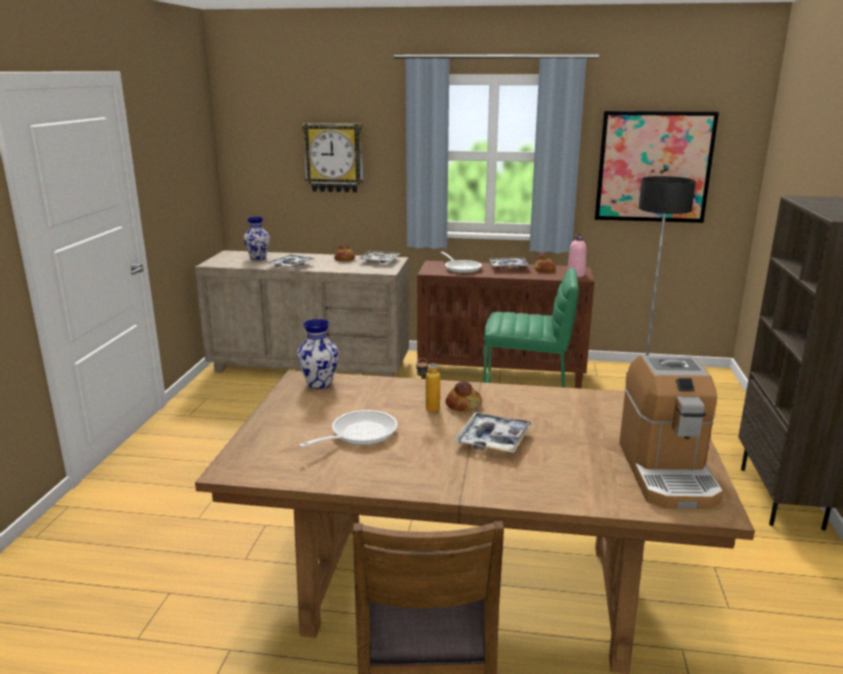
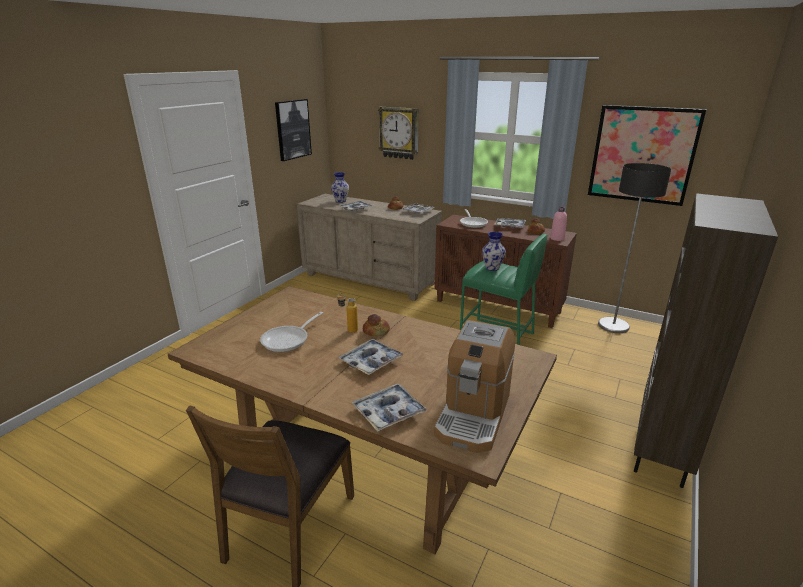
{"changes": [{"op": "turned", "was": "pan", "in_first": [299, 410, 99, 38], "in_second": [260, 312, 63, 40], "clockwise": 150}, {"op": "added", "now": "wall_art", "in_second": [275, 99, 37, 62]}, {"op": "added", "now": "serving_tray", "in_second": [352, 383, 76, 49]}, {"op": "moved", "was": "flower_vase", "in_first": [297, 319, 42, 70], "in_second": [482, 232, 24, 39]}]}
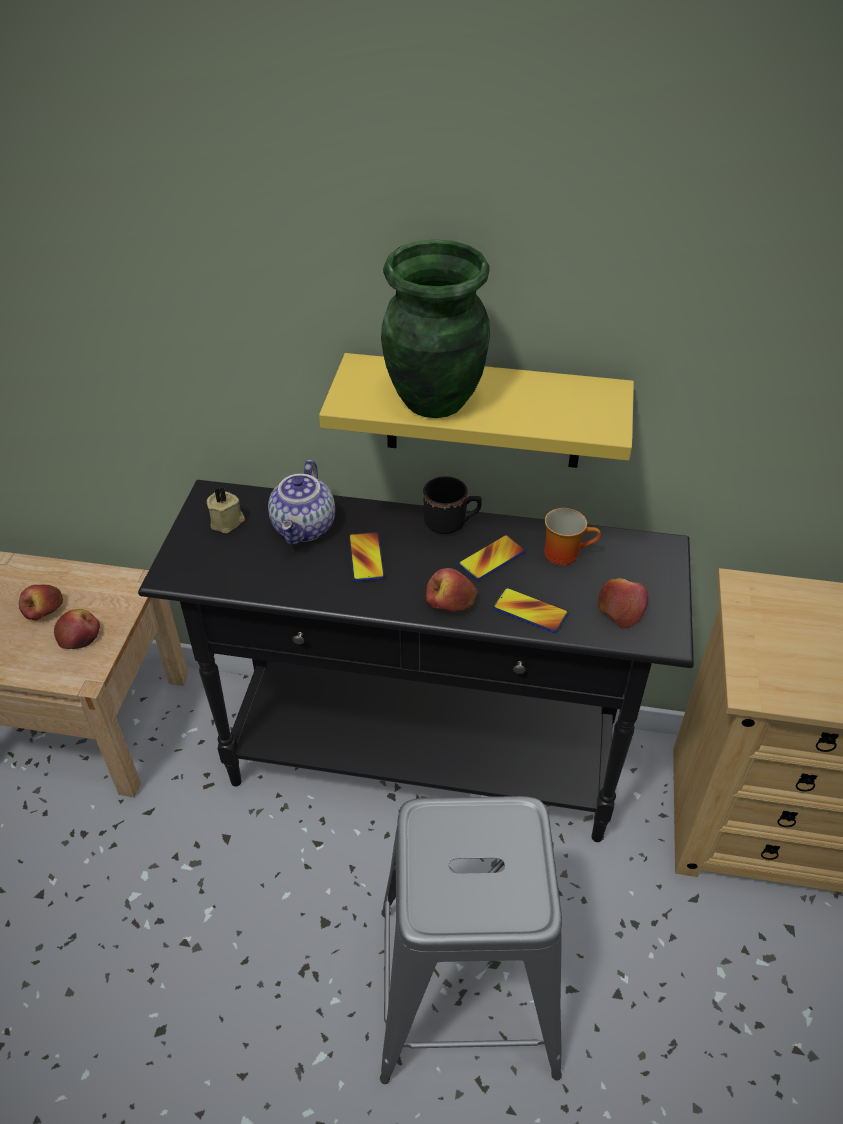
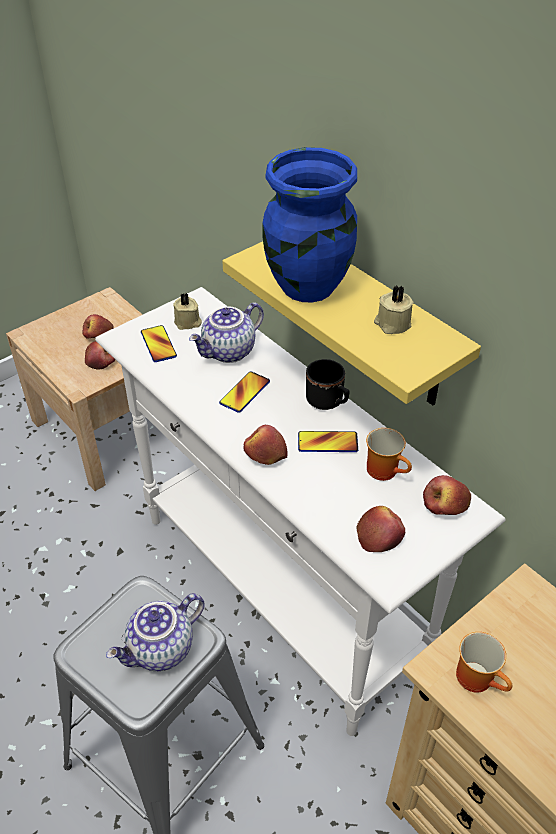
{"changes": [{"op": "recoloured", "was": "black-coloured_console_table", "now": "whitish_console_table", "in_first": [138, 480, 556, 362], "in_second": [95, 287, 411, 449]}, {"op": "added", "now": "teapot", "in_second": [106, 593, 99, 78]}, {"op": "moved", "was": "phone", "in_first": [493, 588, 76, 45], "in_second": [141, 325, 36, 37]}, {"op": "recoloured", "was": "green-coloured_flower_vase", "now": "blue_flower_vase", "in_first": [381, 239, 109, 179], "in_second": [262, 147, 95, 156]}, {"op": "added", "now": "beige-coloured_candle", "in_second": [374, 286, 40, 48]}, {"op": "added", "now": "whole_apple", "in_second": [423, 475, 48, 40]}, {"op": "added", "now": "coffee_mug", "in_second": [456, 632, 56, 61]}]}
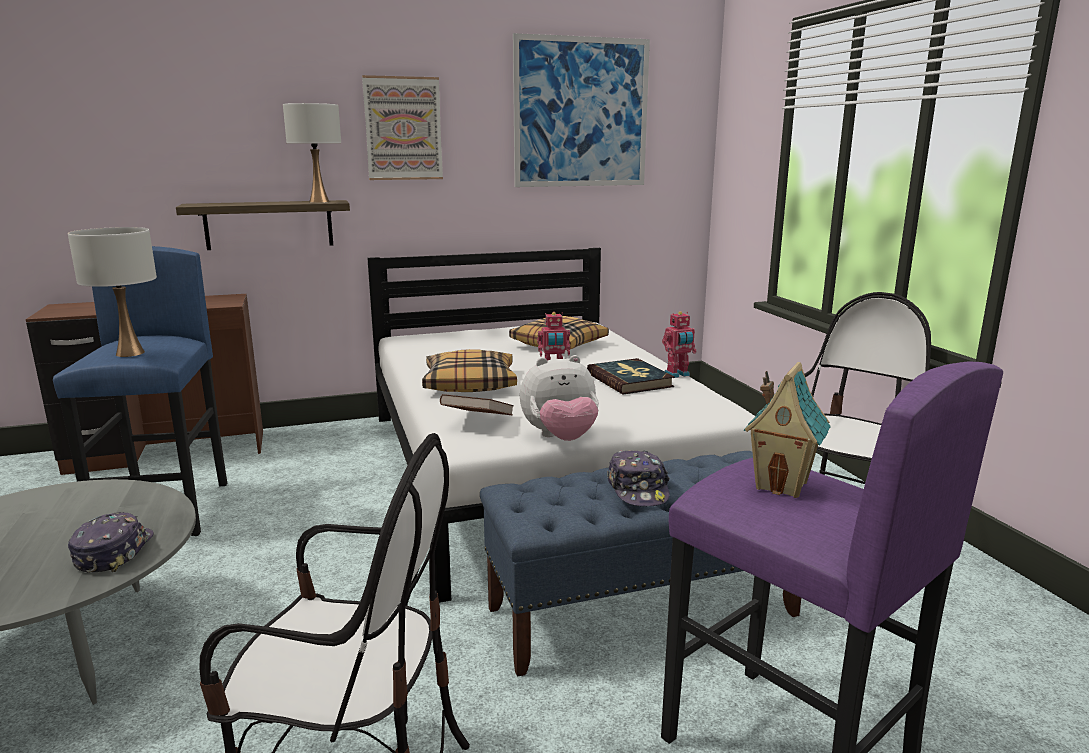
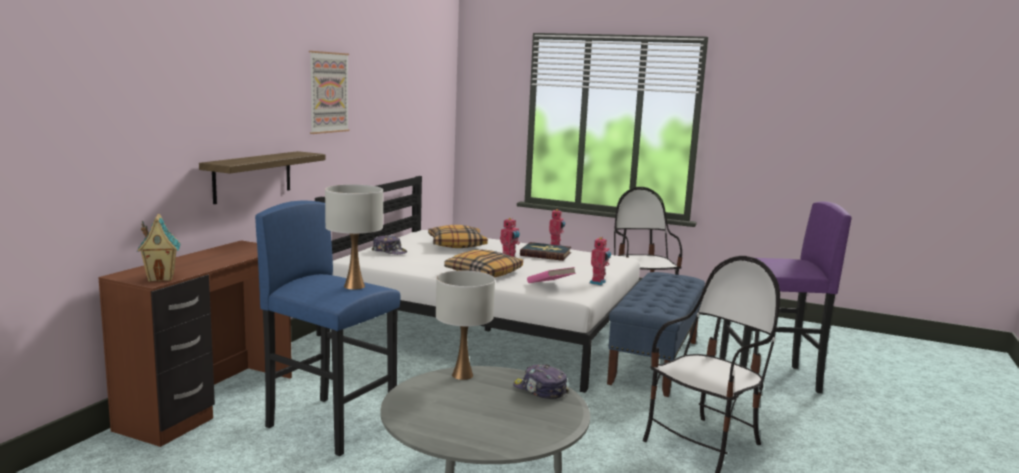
{"changes": [{"op": "moved", "was": "model_house", "in_first": [744, 362, 87, 136], "in_second": [137, 214, 44, 68]}, {"op": "moved", "was": "cap", "in_first": [607, 450, 63, 56], "in_second": [372, 235, 35, 20]}, {"op": "moved", "was": "whitish_tabletop_lamp", "in_first": [283, 103, 58, 100], "in_second": [436, 270, 59, 110]}, {"op": "recoloured", "was": "brown_volume", "now": "pink-coloured_volume", "in_first": [440, 394, 74, 21], "in_second": [527, 267, 49, 16]}, {"op": "replaced", "was": "cuddly_toy", "now": "toy_robot", "in_first": [520, 355, 79, 86], "in_second": [590, 237, 21, 48]}, {"op": "removed", "was": "wall_art", "in_first": [513, 33, 137, 154]}]}
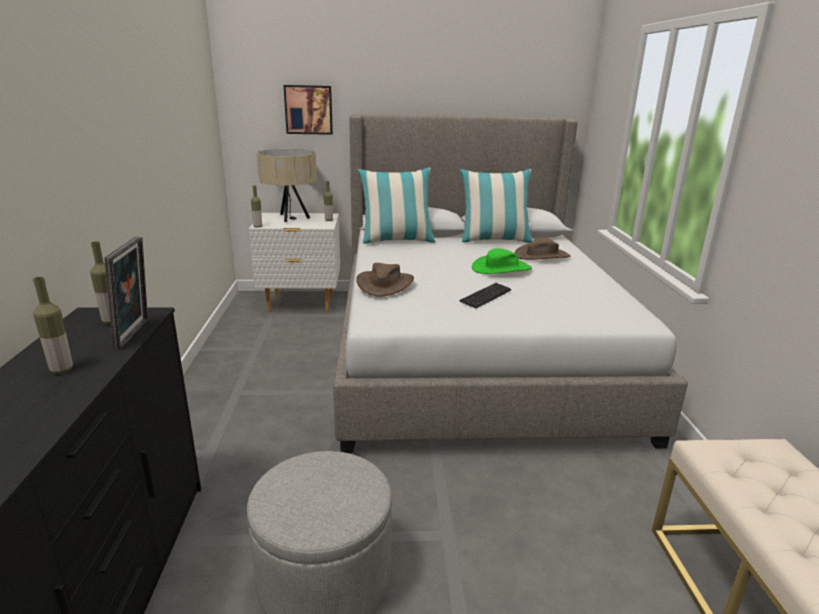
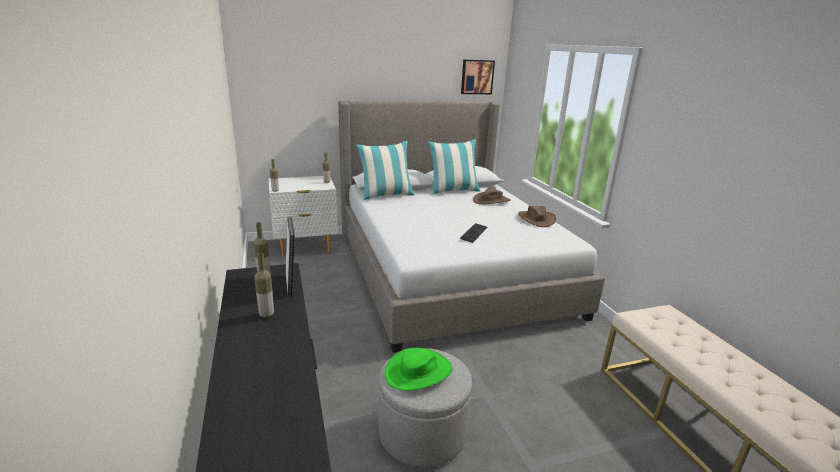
{"changes": [{"op": "moved", "was": "green-coloured_clothing_hat", "in_first": [472, 248, 60, 26], "in_second": [385, 348, 68, 43]}, {"op": "moved", "was": "wall_art", "in_first": [284, 85, 49, 50], "in_second": [461, 60, 34, 34]}, {"op": "moved", "was": "brown_clothing_hat", "in_first": [356, 263, 58, 34], "in_second": [518, 206, 38, 21]}, {"op": "removed", "was": "beige-coloured_tabletop_lamp", "in_first": [257, 149, 60, 73]}]}
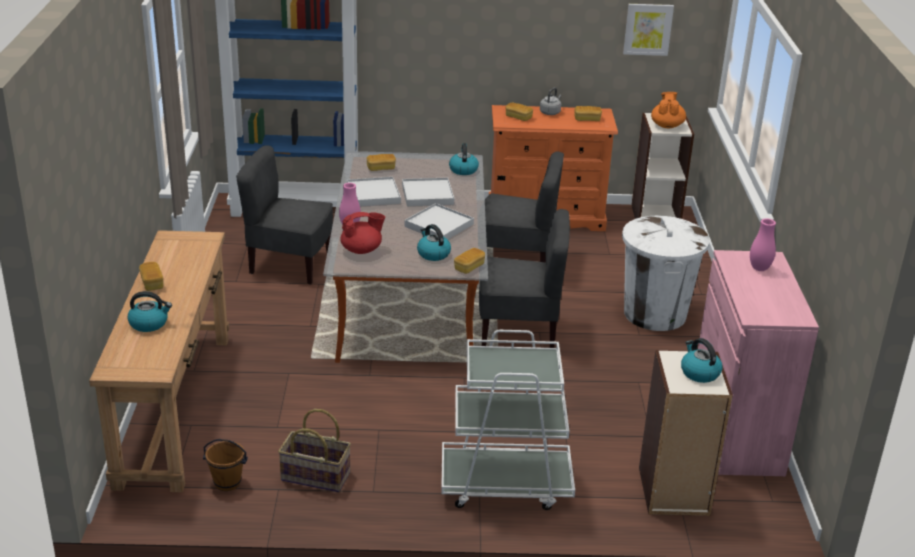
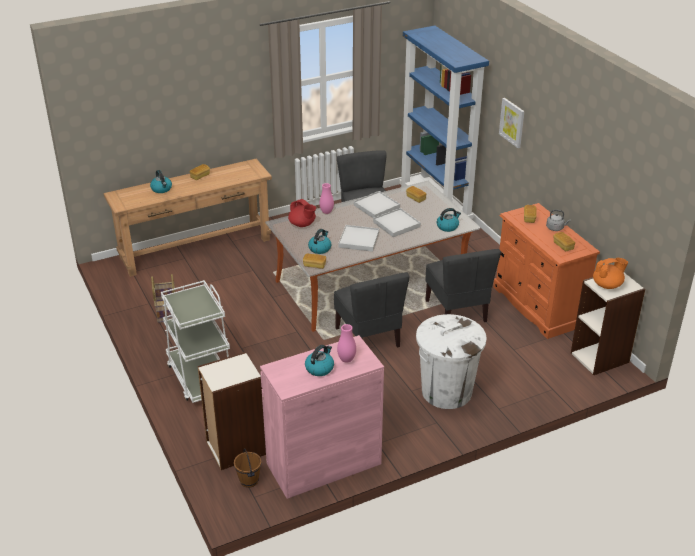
{"changes": [{"op": "moved", "was": "brown_water_bucket", "in_first": [203, 439, 45, 52], "in_second": [234, 448, 28, 40]}, {"op": "moved", "was": "tea_kettle", "in_first": [681, 338, 41, 45], "in_second": [305, 345, 29, 31]}, {"op": "moved", "was": "wall_art", "in_first": [623, 4, 51, 52], "in_second": [499, 98, 26, 50]}]}
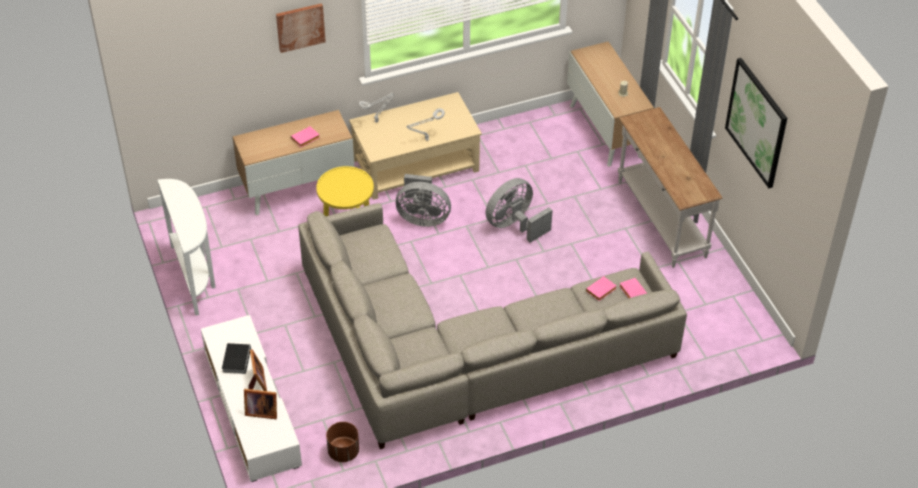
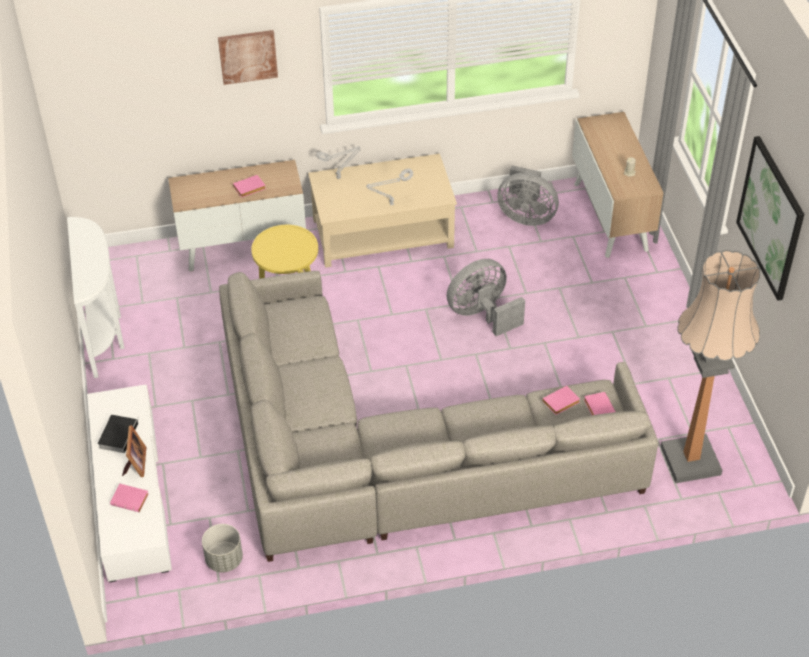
{"changes": [{"op": "replaced", "was": "standing_frame", "now": "pink-coloured_volume", "in_first": [244, 389, 33, 30], "in_second": [110, 484, 39, 28]}, {"op": "recoloured", "was": "brown_planter", "now": "greyish_planter", "in_first": [326, 422, 33, 40], "in_second": [202, 524, 41, 48]}, {"op": "moved", "was": "greyish_electric_fan", "in_first": [396, 174, 55, 53], "in_second": [497, 166, 62, 60]}, {"op": "added", "now": "standing_lamp", "in_second": [660, 250, 101, 233]}, {"op": "removed", "was": "whitish_console_table", "in_first": [618, 107, 104, 161]}]}
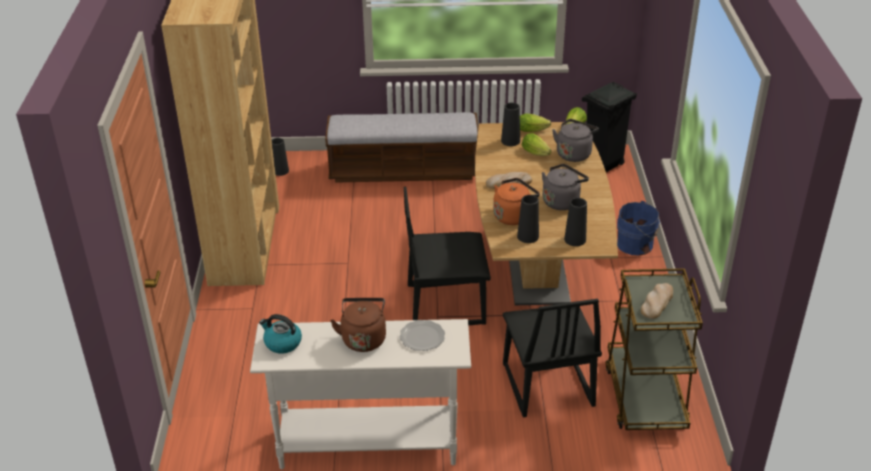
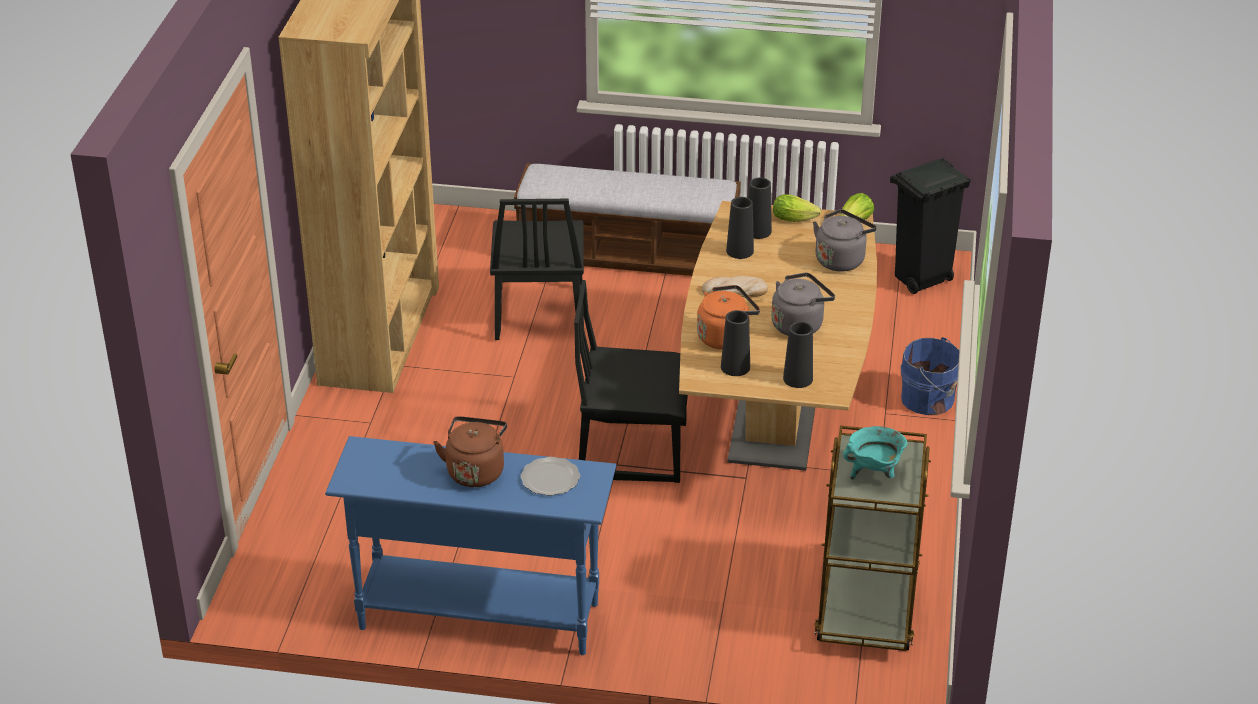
{"changes": [{"op": "recoloured", "was": "whitish_console_table", "now": "blue_console_table", "in_first": [250, 319, 221, 150], "in_second": [325, 436, 291, 219]}, {"op": "moved", "was": "black-coloured_plain_chair", "in_first": [503, 299, 99, 119], "in_second": [490, 199, 94, 141]}, {"op": "moved", "was": "black-coloured_flower_vase", "in_first": [272, 138, 17, 38], "in_second": [726, 197, 28, 62]}, {"op": "replaced", "was": "baked_bread", "now": "turquoise-coloured_saucepot", "in_first": [641, 283, 32, 36], "in_second": [843, 426, 64, 54]}, {"op": "removed", "was": "tea_kettle", "in_first": [259, 314, 43, 39]}, {"op": "removed", "was": "head_of_lettuce", "in_first": [522, 133, 30, 23]}]}
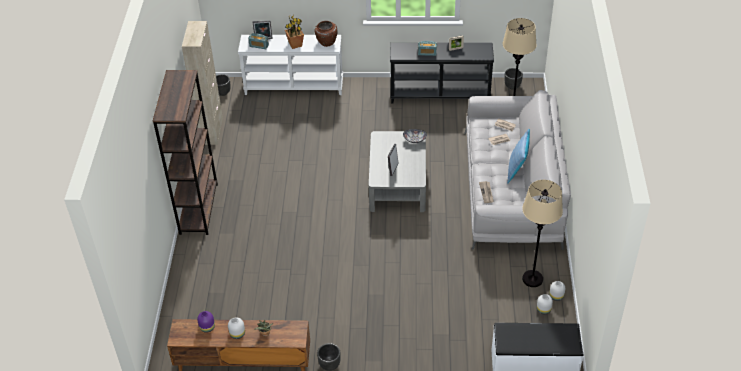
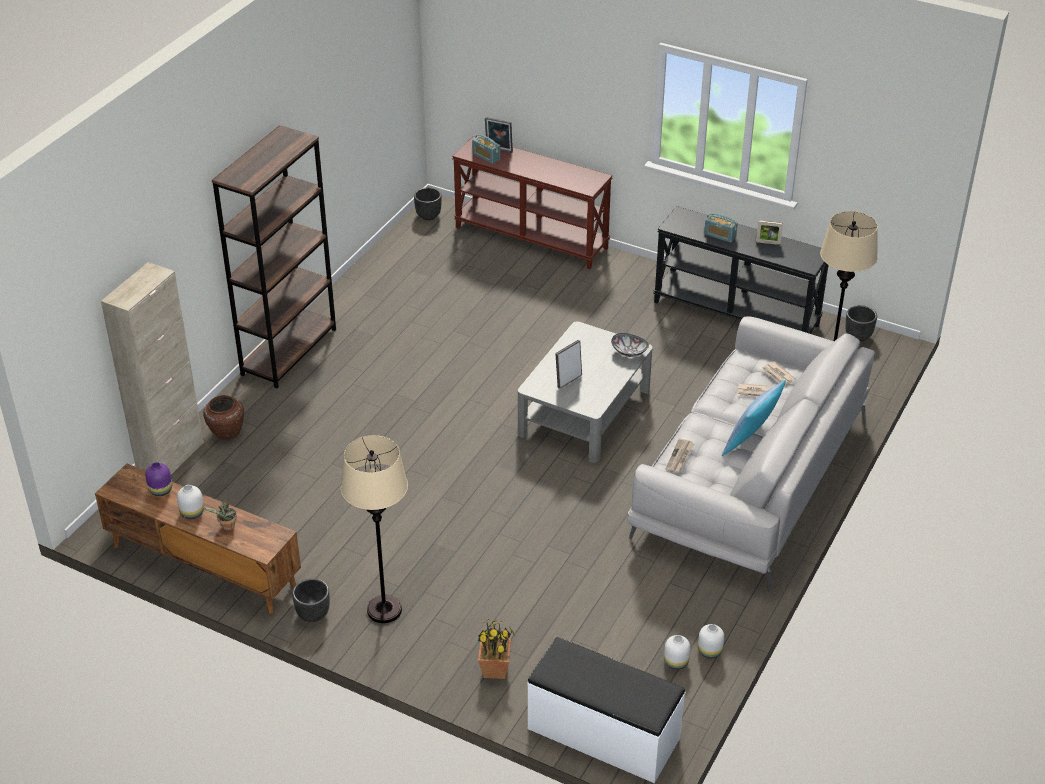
{"changes": [{"op": "moved", "was": "beige-coloured_storage_cabinet", "in_first": [182, 21, 41, 124], "in_second": [101, 262, 103, 212]}, {"op": "moved", "was": "brown_flower_vase", "in_first": [315, 21, 23, 26], "in_second": [203, 395, 41, 45]}, {"op": "moved", "was": "beige-coloured_standing_lamp", "in_first": [522, 180, 41, 107], "in_second": [341, 435, 67, 188]}, {"op": "recoloured", "was": "whitish_console_table", "now": "brown_console_table", "in_first": [238, 35, 105, 60], "in_second": [452, 136, 161, 133]}, {"op": "moved", "was": "potted_plant", "in_first": [285, 15, 19, 34], "in_second": [478, 618, 36, 61]}]}
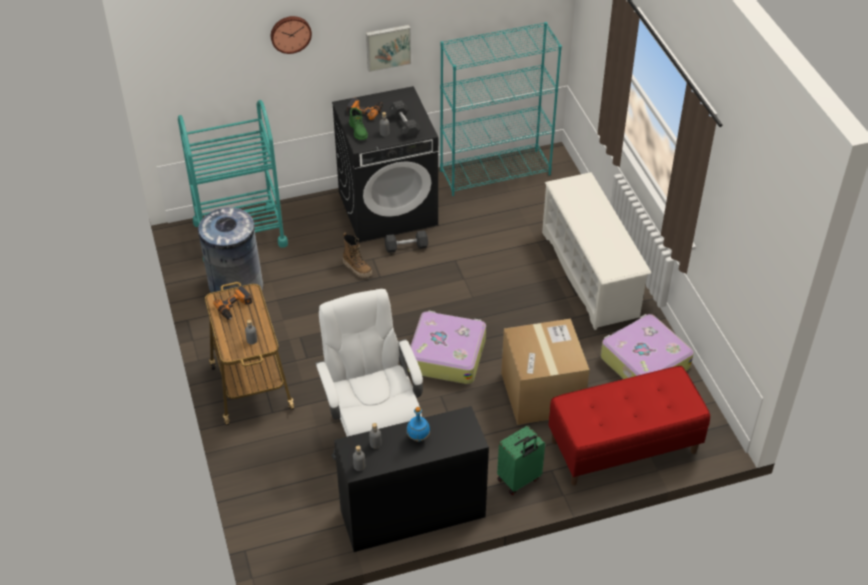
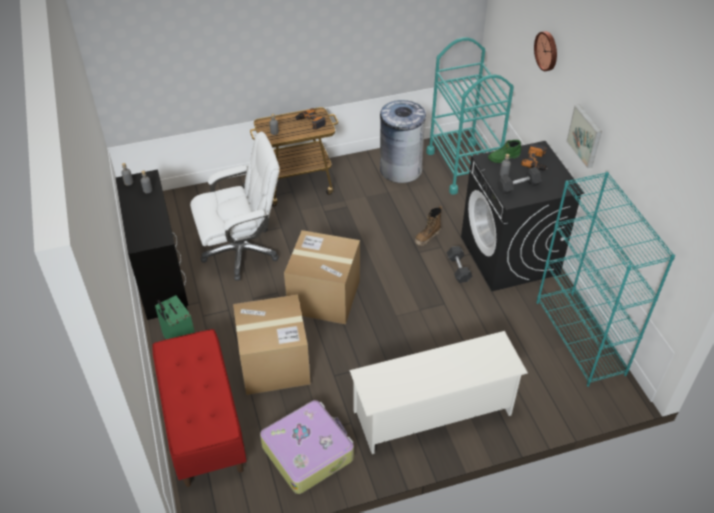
{"changes": [{"op": "replaced", "was": "travel_case", "now": "carton", "in_first": [407, 311, 79, 73], "in_second": [284, 230, 76, 94]}, {"op": "removed", "was": "blue_beverage_bottle", "in_first": [407, 407, 23, 35]}]}
